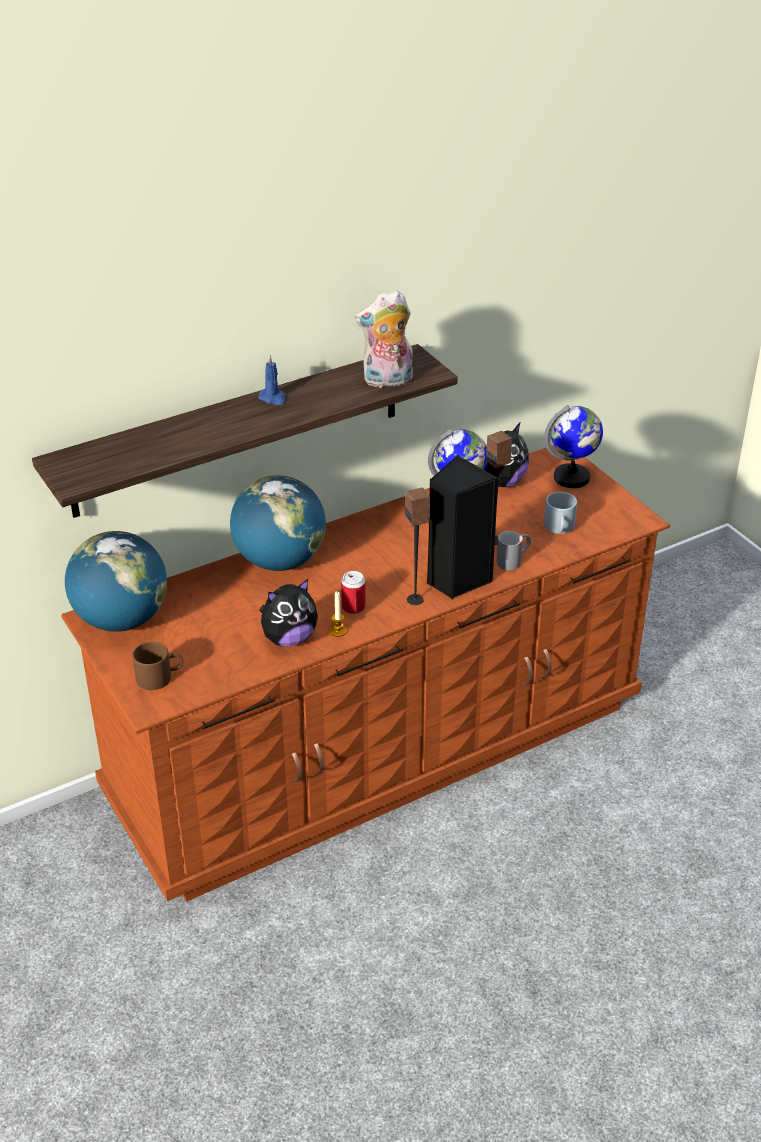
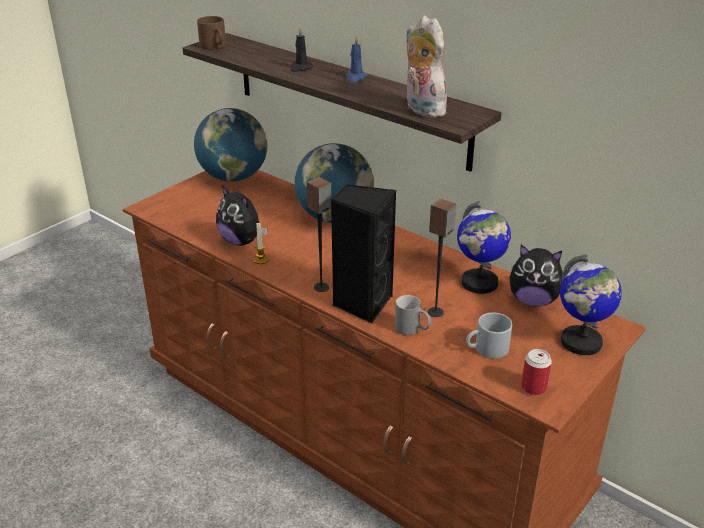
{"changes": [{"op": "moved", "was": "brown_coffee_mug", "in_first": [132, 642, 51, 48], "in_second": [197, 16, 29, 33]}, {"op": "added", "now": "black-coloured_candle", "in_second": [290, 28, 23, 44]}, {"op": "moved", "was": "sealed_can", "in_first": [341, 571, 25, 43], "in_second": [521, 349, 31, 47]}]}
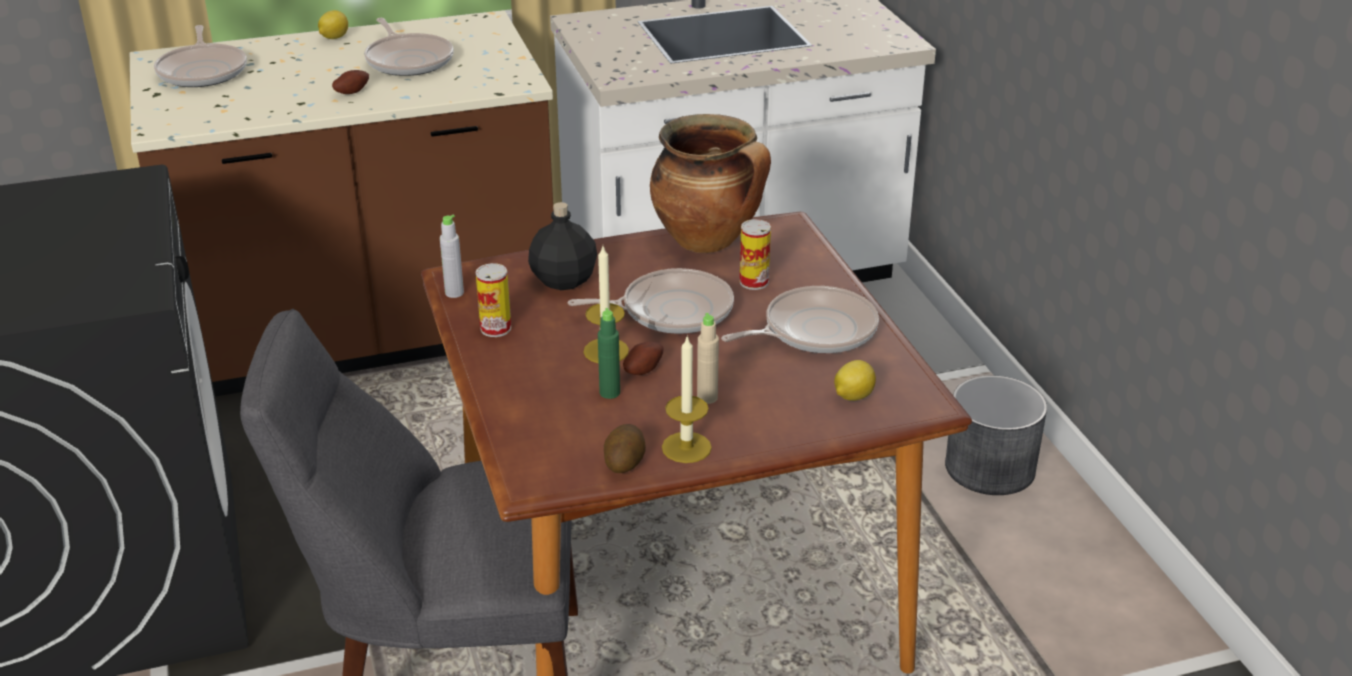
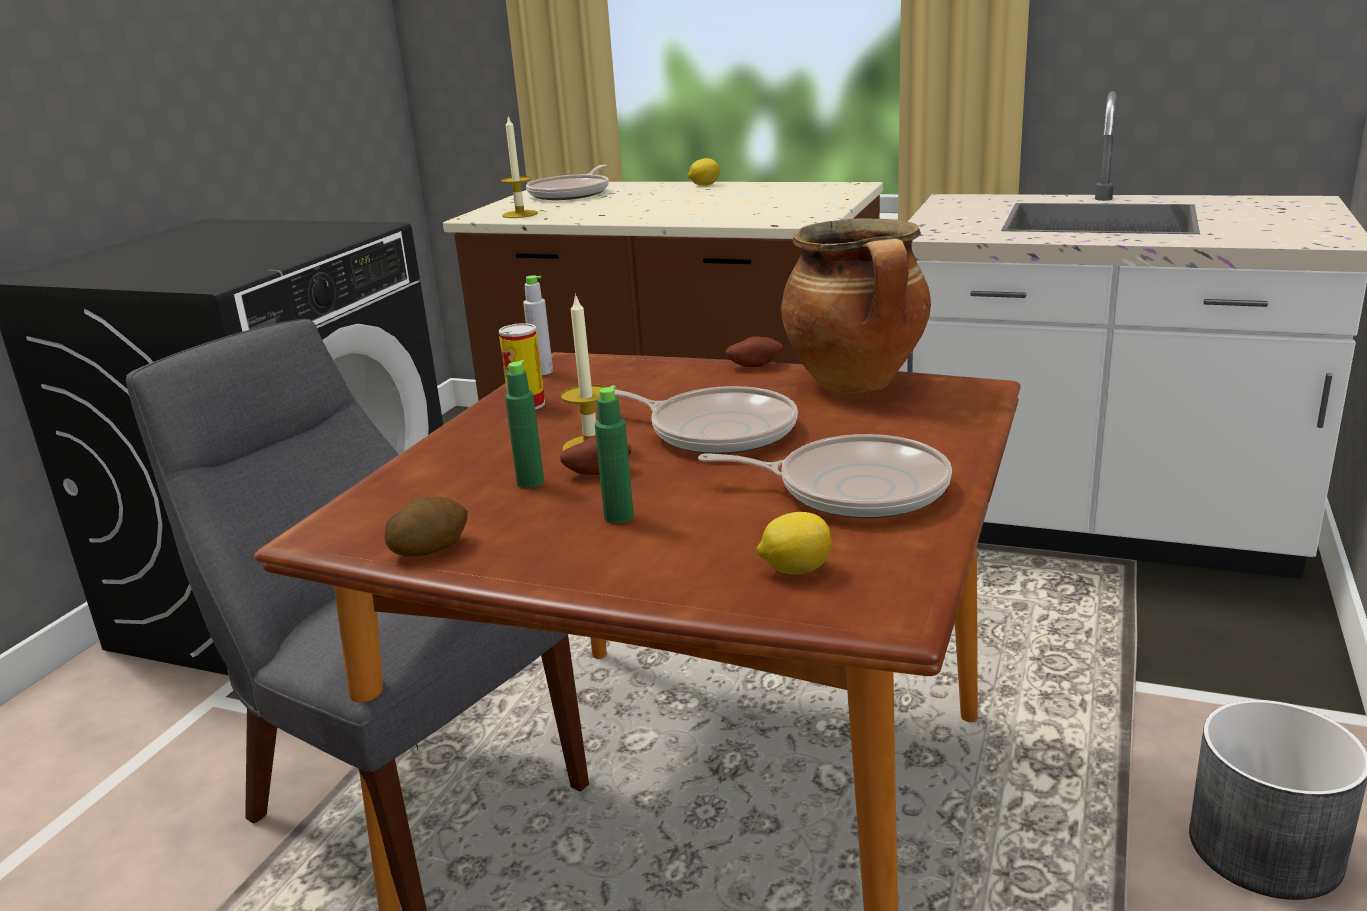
{"changes": [{"op": "moved", "was": "candle", "in_first": [662, 335, 50, 128], "in_second": [501, 116, 37, 102]}, {"op": "recoloured", "was": "beige-coloured_beverage_bottle", "now": "green-coloured_beverage_bottle", "in_first": [697, 313, 22, 91], "in_second": [595, 385, 39, 139]}, {"op": "moved", "was": "potato", "in_first": [332, 70, 37, 24], "in_second": [726, 337, 57, 30]}, {"op": "removed", "was": "pan", "in_first": [364, 18, 90, 58]}, {"op": "removed", "was": "black-coloured_beverage_bottle", "in_first": [528, 202, 69, 88]}, {"op": "removed", "was": "sealed_can", "in_first": [740, 219, 31, 71]}]}
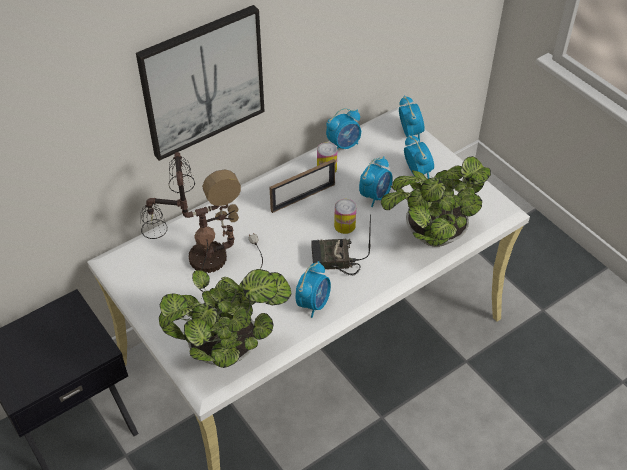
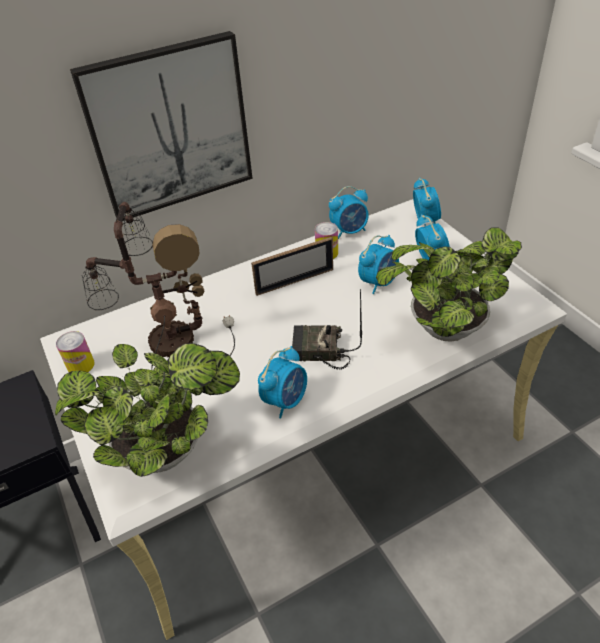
{"changes": [{"op": "moved", "was": "sealed_can", "in_first": [334, 199, 22, 35], "in_second": [56, 331, 39, 41]}]}
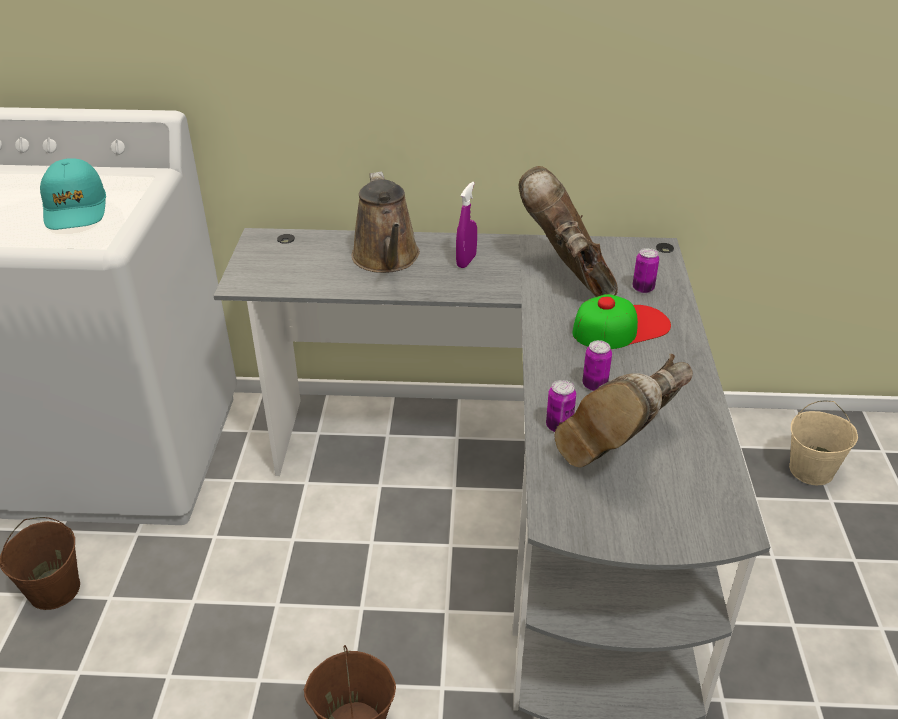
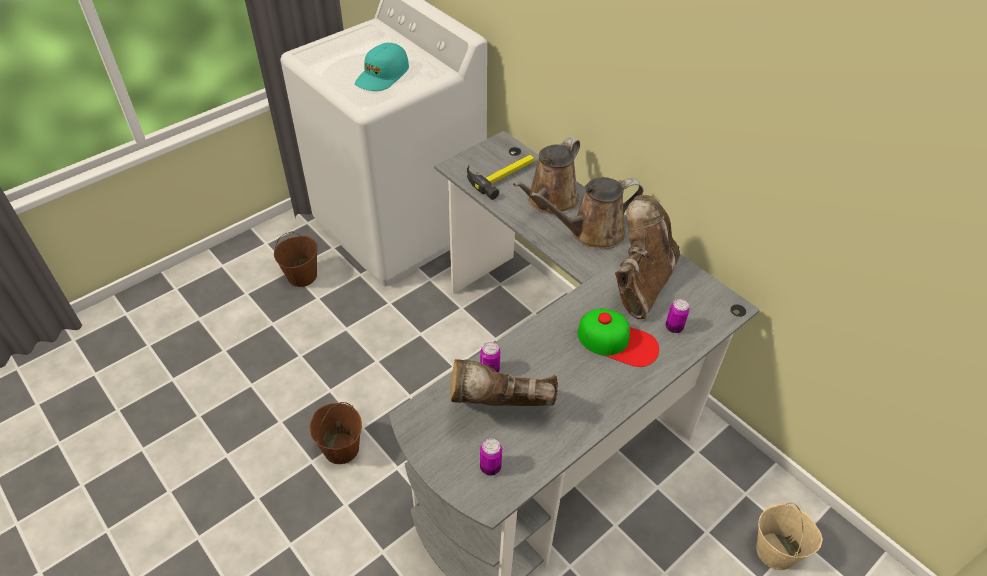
{"changes": [{"op": "added", "now": "hammer", "in_second": [467, 155, 67, 45]}, {"op": "moved", "was": "sealed_can", "in_first": [582, 340, 30, 51], "in_second": [480, 438, 22, 38]}, {"op": "replaced", "was": "purple-coloured_sprayer", "now": "brown_watering_pot", "in_first": [456, 182, 21, 86], "in_second": [530, 177, 113, 72]}]}
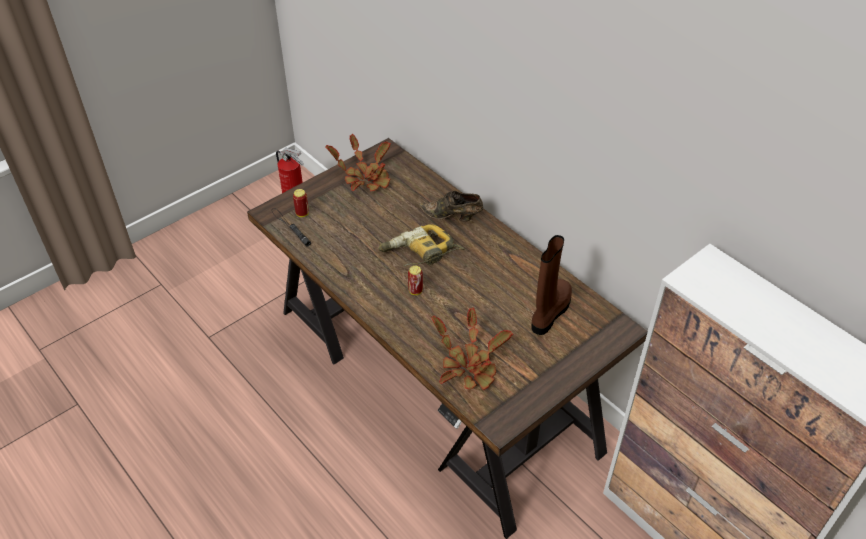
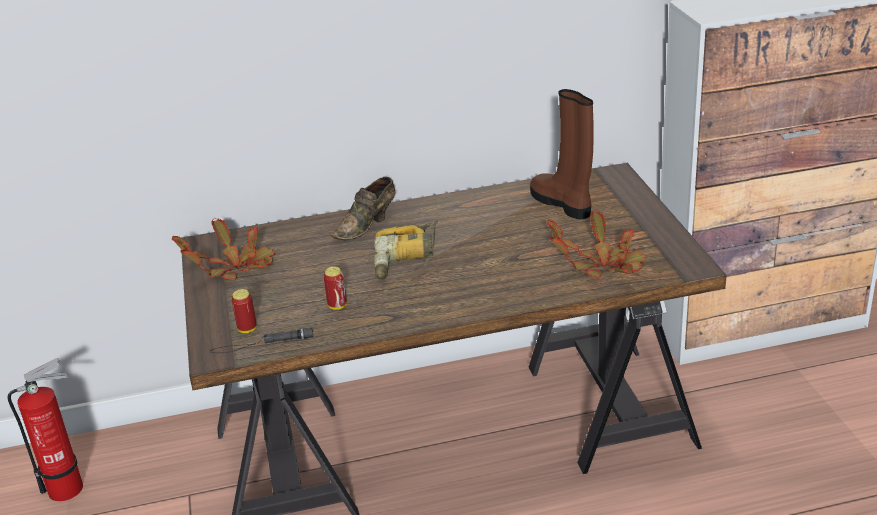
{"changes": [{"op": "moved", "was": "sealed_can", "in_first": [408, 266, 15, 29], "in_second": [324, 267, 23, 43]}]}
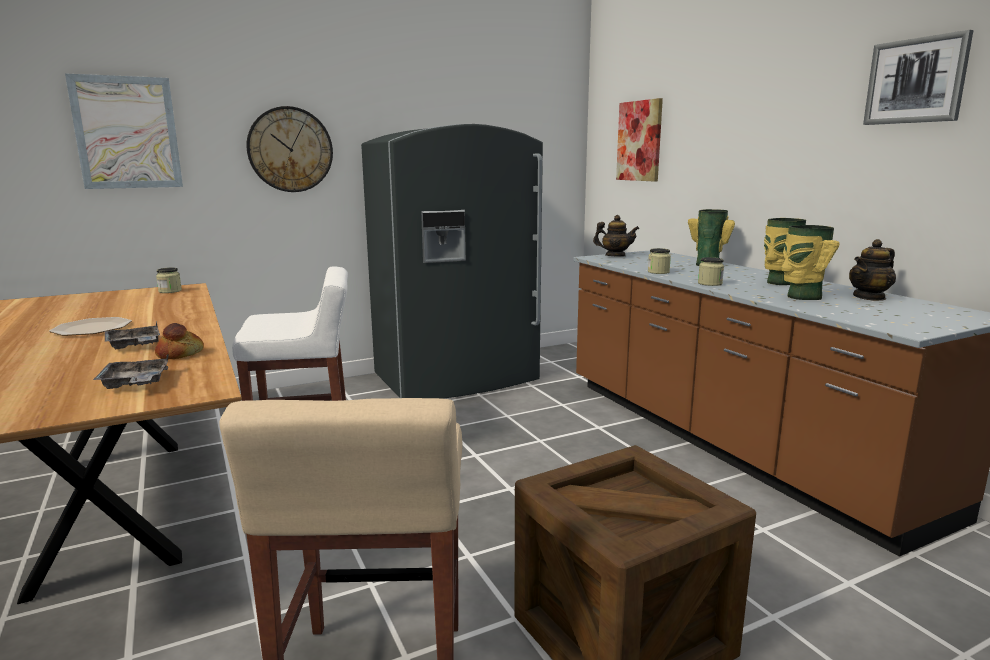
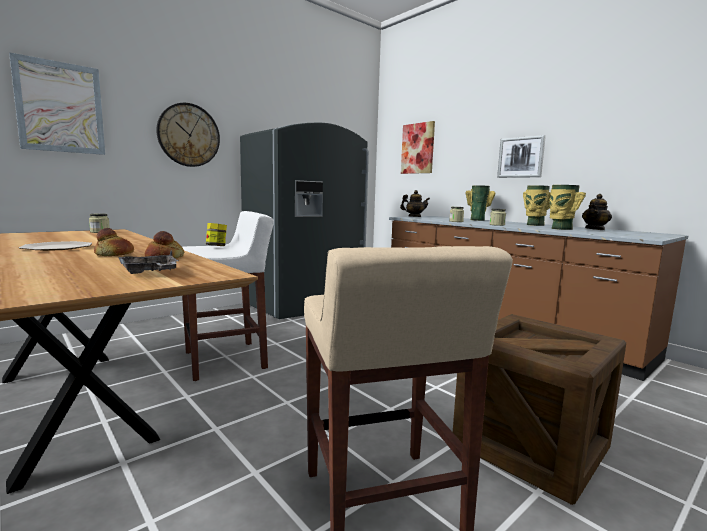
{"changes": [{"op": "replaced", "was": "greyish_serving_tray", "now": "baked_bread", "in_first": [105, 321, 55, 28], "in_second": [94, 228, 40, 28]}, {"op": "added", "now": "jar", "in_second": [206, 223, 21, 23]}, {"op": "moved", "was": "wall_art", "in_first": [863, 30, 110, 95], "in_second": [497, 135, 49, 43]}]}
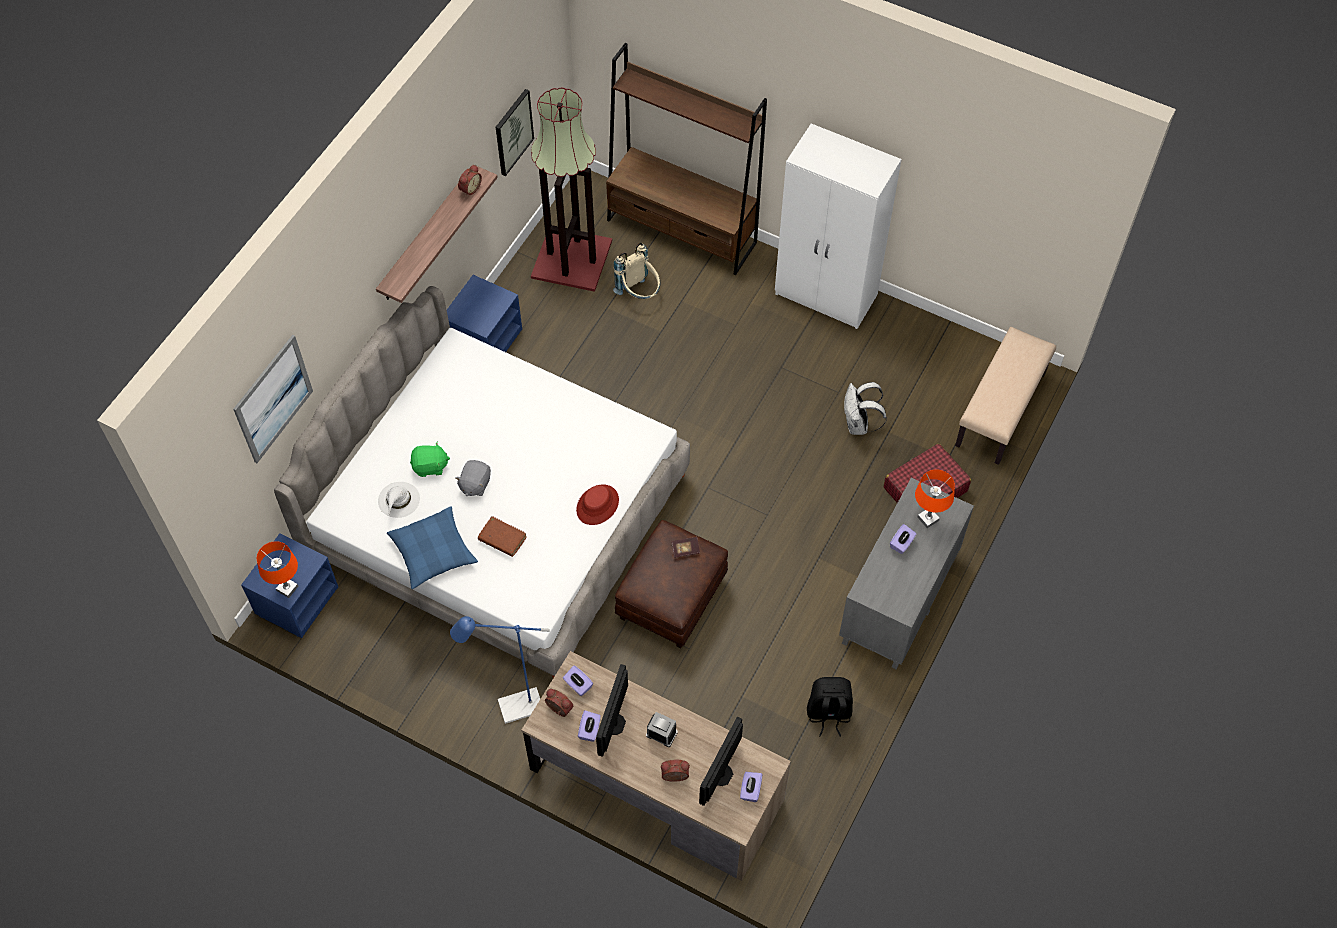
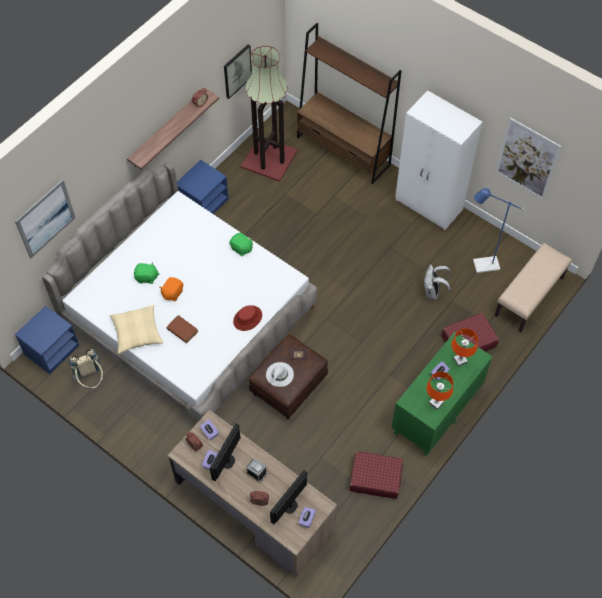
{"changes": [{"op": "moved", "was": "beige-coloured_backpack", "in_first": [613, 243, 48, 56], "in_second": [69, 349, 35, 40]}, {"op": "recoloured", "was": "blue_pillow", "now": "beige-coloured_pillow", "in_first": [387, 506, 91, 83], "in_second": [110, 305, 53, 49]}, {"op": "recoloured", "was": "greyish_cuddly_toy", "now": "orangey_cuddly_toy", "in_first": [456, 460, 35, 36], "in_second": [160, 277, 23, 24]}, {"op": "added", "now": "green-coloured_cuddly_toy", "in_second": [229, 233, 24, 23]}, {"op": "moved", "was": "whitish_clothing_hat", "in_first": [378, 482, 42, 36], "in_second": [266, 362, 28, 25]}, {"op": "replaced", "was": "black-coloured_backpack", "now": "reddish_travel_case", "in_first": [807, 677, 46, 60], "in_second": [349, 451, 54, 48]}, {"op": "recoloured", "was": "greyish_drawer_chest", "now": "green-coloured_drawer_chest", "in_first": [839, 478, 135, 191], "in_second": [392, 332, 101, 124]}, {"op": "moved", "was": "orangey_tabletop_lamp", "in_first": [257, 541, 41, 57], "in_second": [427, 372, 26, 38]}, {"op": "moved", "was": "blue_standing_lamp", "in_first": [450, 616, 100, 108], "in_second": [473, 188, 52, 85]}, {"op": "added", "now": "wall_art", "in_second": [496, 117, 65, 83]}]}
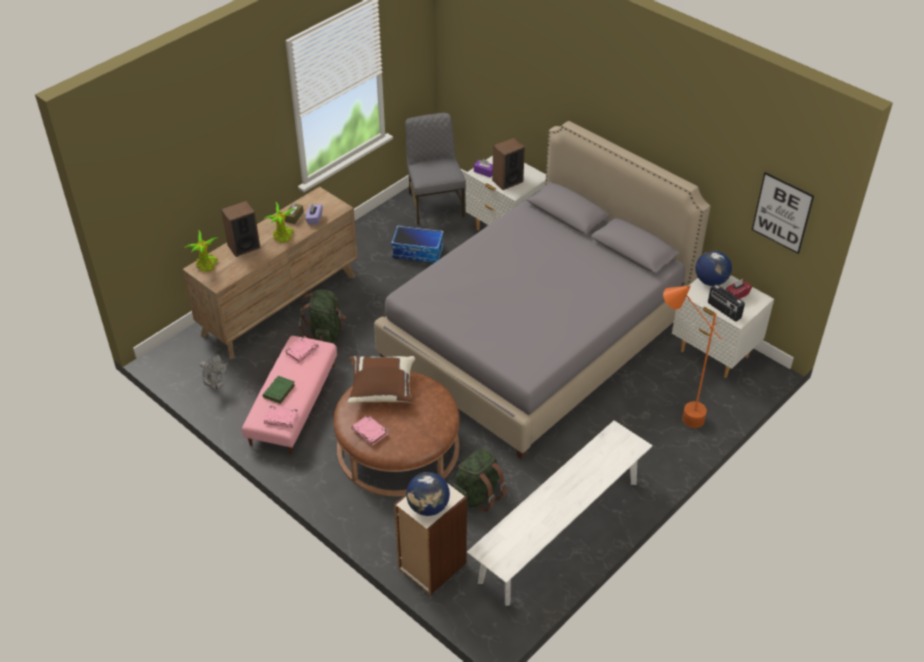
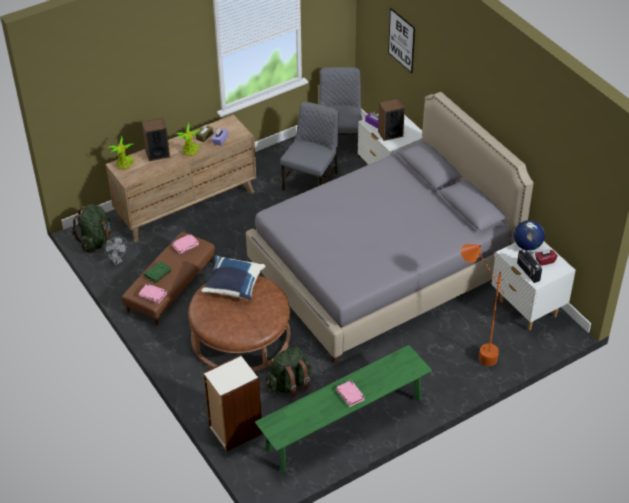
{"changes": [{"op": "moved", "was": "green-coloured_backpack", "in_first": [299, 289, 47, 54], "in_second": [72, 204, 39, 49]}, {"op": "recoloured", "was": "pink-coloured_footrest", "now": "brown_footrest", "in_first": [242, 336, 95, 119], "in_second": [122, 232, 93, 93]}, {"op": "recoloured", "was": "brown_pillow", "now": "blue_pillow", "in_first": [348, 356, 68, 48], "in_second": [201, 255, 65, 45]}, {"op": "recoloured", "was": "whitish_bench", "now": "green-coloured_bench", "in_first": [467, 420, 186, 186], "in_second": [255, 345, 177, 127]}, {"op": "replaced", "was": "storage_bin", "now": "greyish_plain_chair", "in_first": [391, 226, 53, 37], "in_second": [280, 102, 59, 88]}, {"op": "moved", "was": "pink-coloured_volume", "in_first": [352, 415, 36, 31], "in_second": [336, 380, 29, 27]}, {"op": "moved", "was": "wall_art", "in_first": [752, 172, 62, 82], "in_second": [388, 8, 27, 65]}, {"op": "removed", "was": "world_globe", "in_first": [406, 472, 44, 44]}]}
